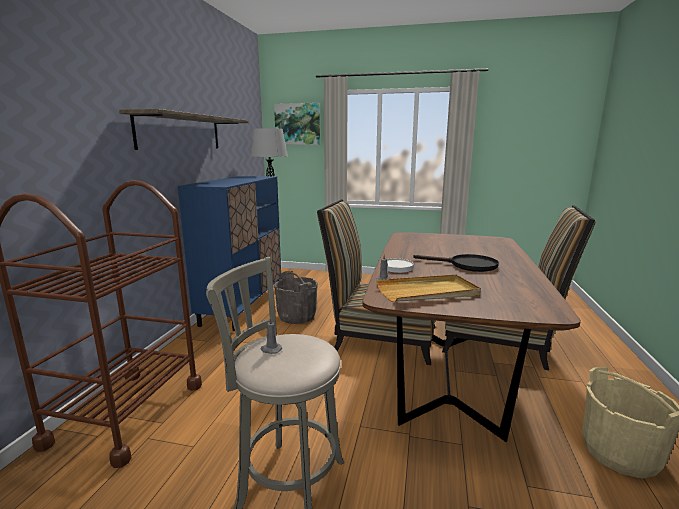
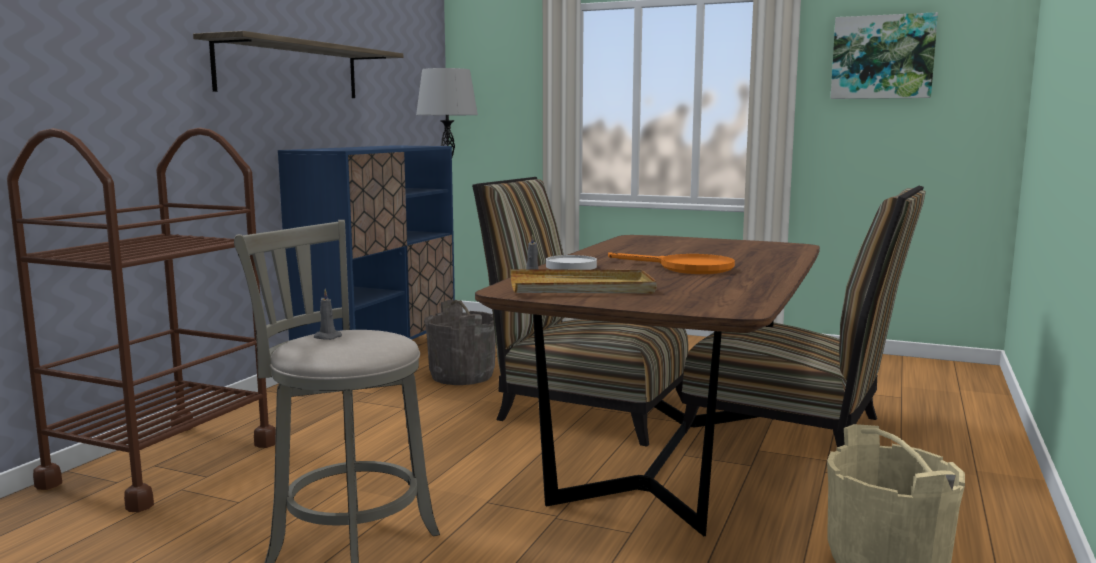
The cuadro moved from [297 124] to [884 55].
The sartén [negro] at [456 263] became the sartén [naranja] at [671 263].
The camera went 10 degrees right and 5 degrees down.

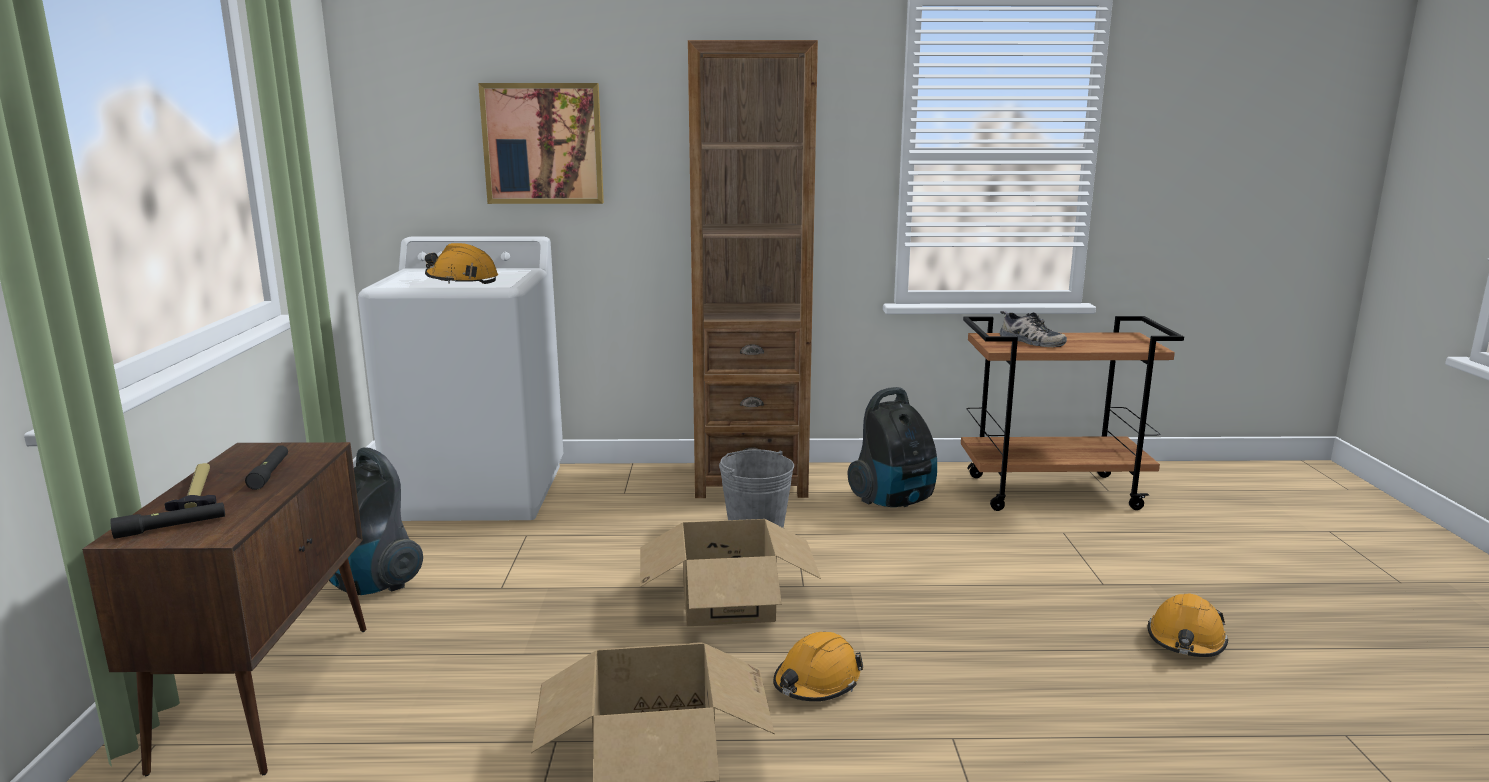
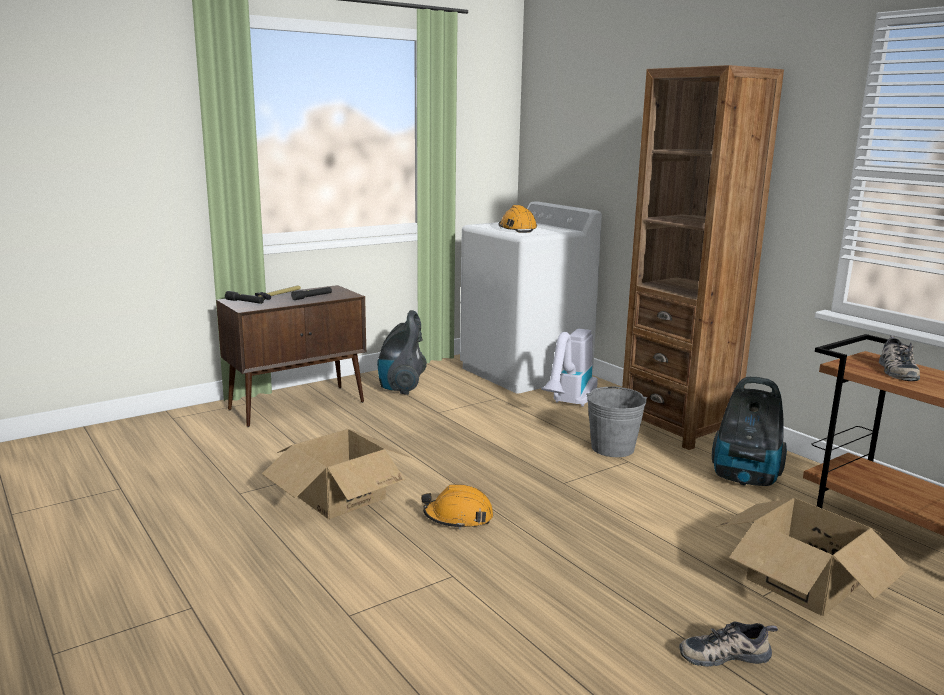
The cuadro at [541 143] disappeared.
The caja de cartón moved from [730 572] to [813 557].
The casco [naranja] at [1187 625] was replaced by the zapato at [728 644].
The aspiradora at [569 368] appeared.
The camera went 55 degrees right and 0 degrees up.

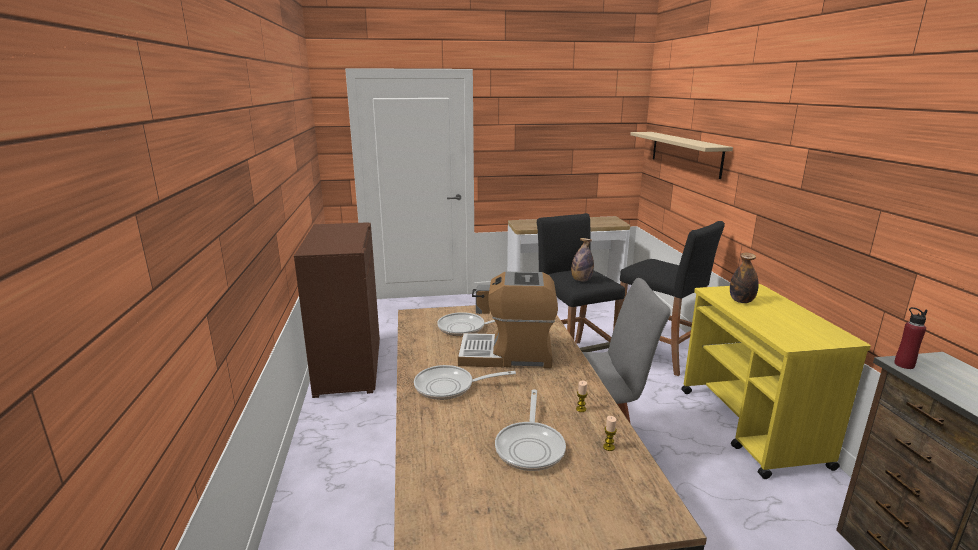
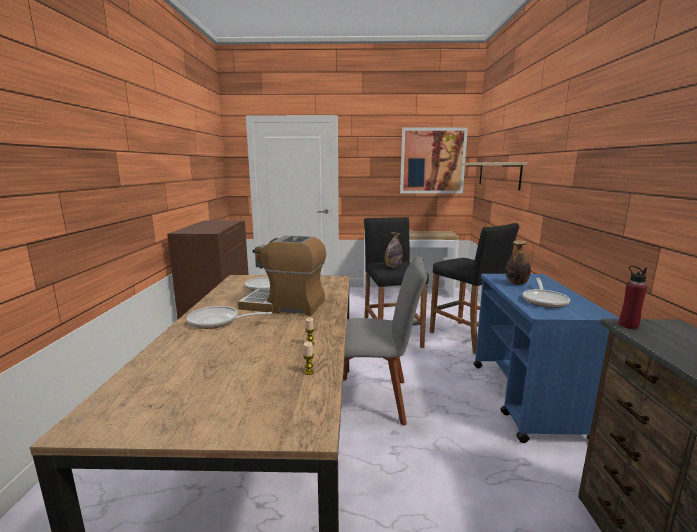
The carrito [amarillo] at [776 381] became the carrito [azul] at [547 358].
The sartén moved from [530 430] to [546 293].
The cuadro at [434 160] appeared.
The camera went 10 degrees right and 5 degrees down.

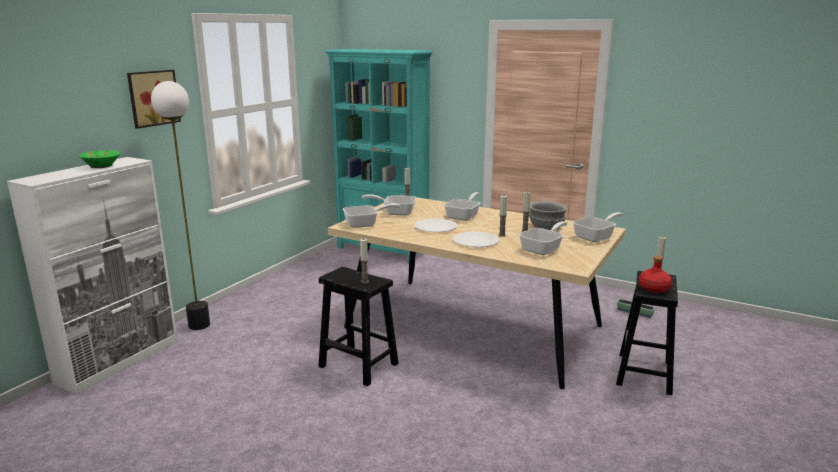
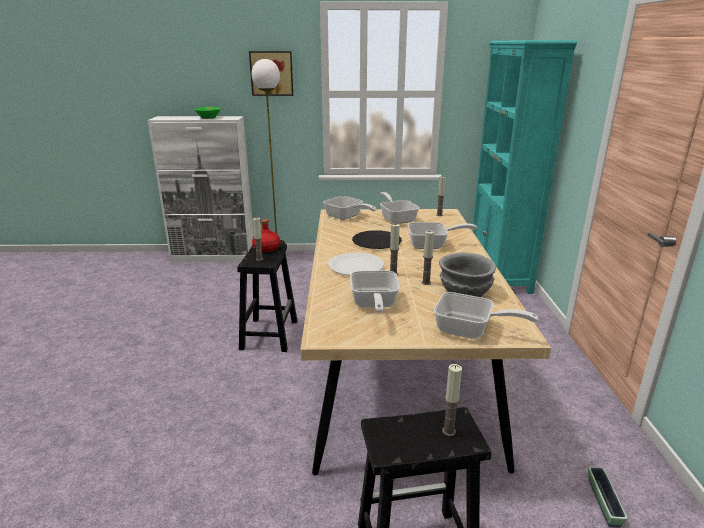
The plato [blanco] at [436 225] became the plato [negro] at [377 239].
The sartén at [543 238] turned 75 degrees clockwise.
The botella [rojo] moved from [655 274] to [266 235].
The camera went 60 degrees right and 5 degrees up.

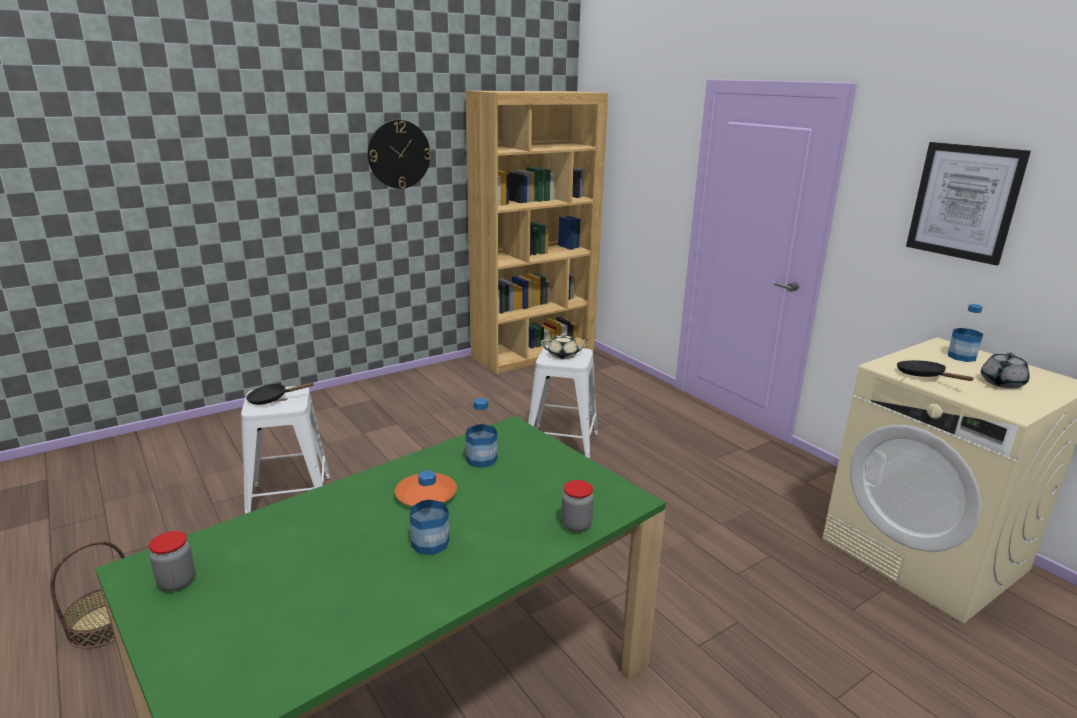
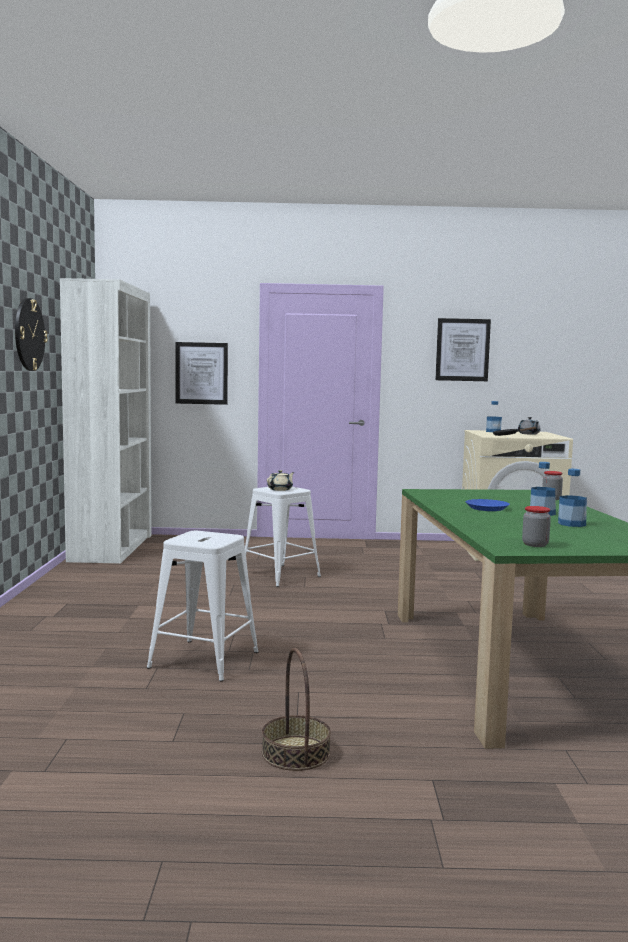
The estantería [marrón] at [537 232] became the estantería [blanco] at [106 421].
The sartén [negro] at [280 393] disappeared.
The botella moved from [482 433] to [572 498].
The plato [naranja] at [426 490] became the plato [azul] at [487 505].
The cuadro at [201 373] appeared.
The camera went 55 degrees left and 15 degrees down.

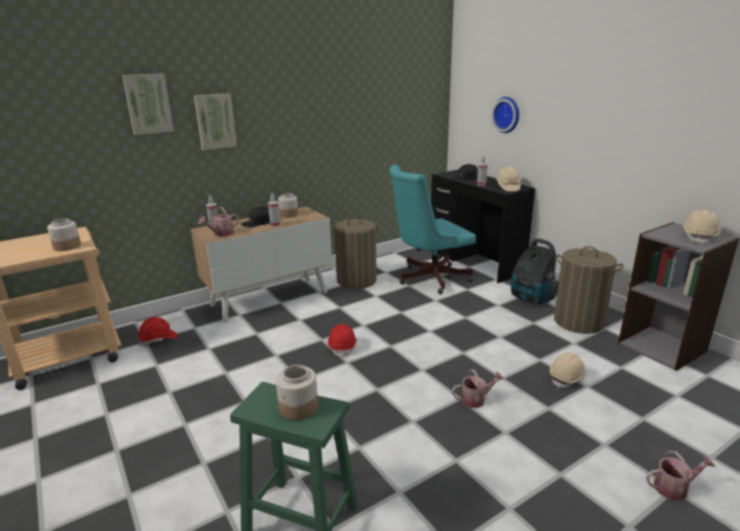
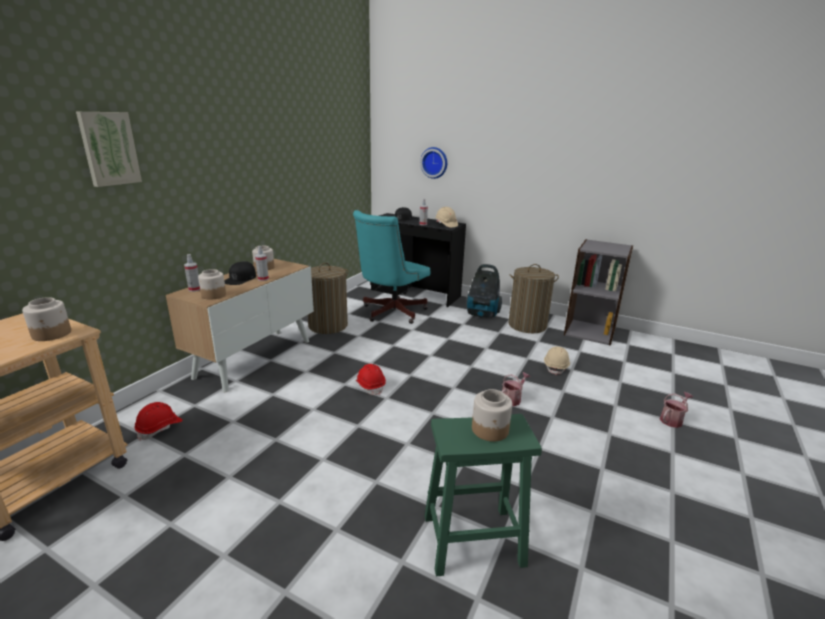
The cuadro at [215 121] disappeared.
The regadera at [218 222] was replaced by the tarro at [212 284].
The casco [beis] at [701 227] disappeared.
The camera went 30 degrees left and 0 degrees up.

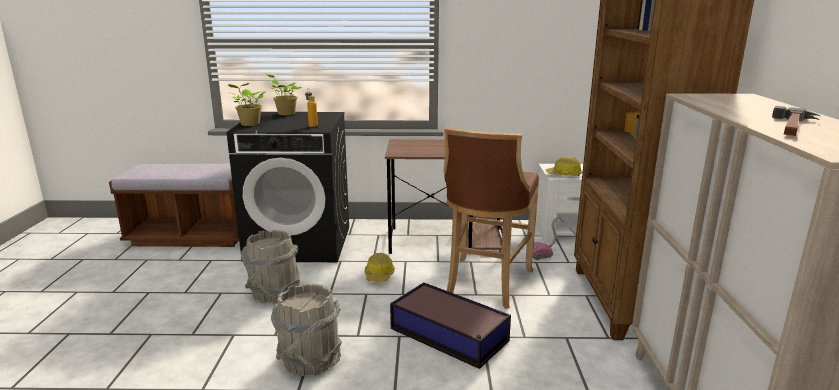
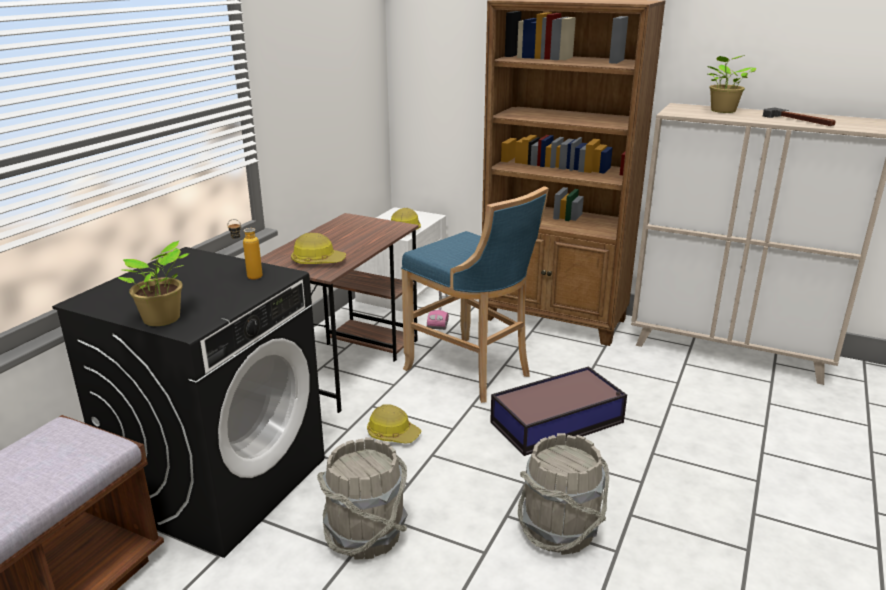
The planta en maceta moved from [283 94] to [731 84].
The taburete [marrón] at [491 218] became the taburete [azul] at [475 294].
The casco at [318 248] appeared.
The camera went 65 degrees left and 5 degrees up.

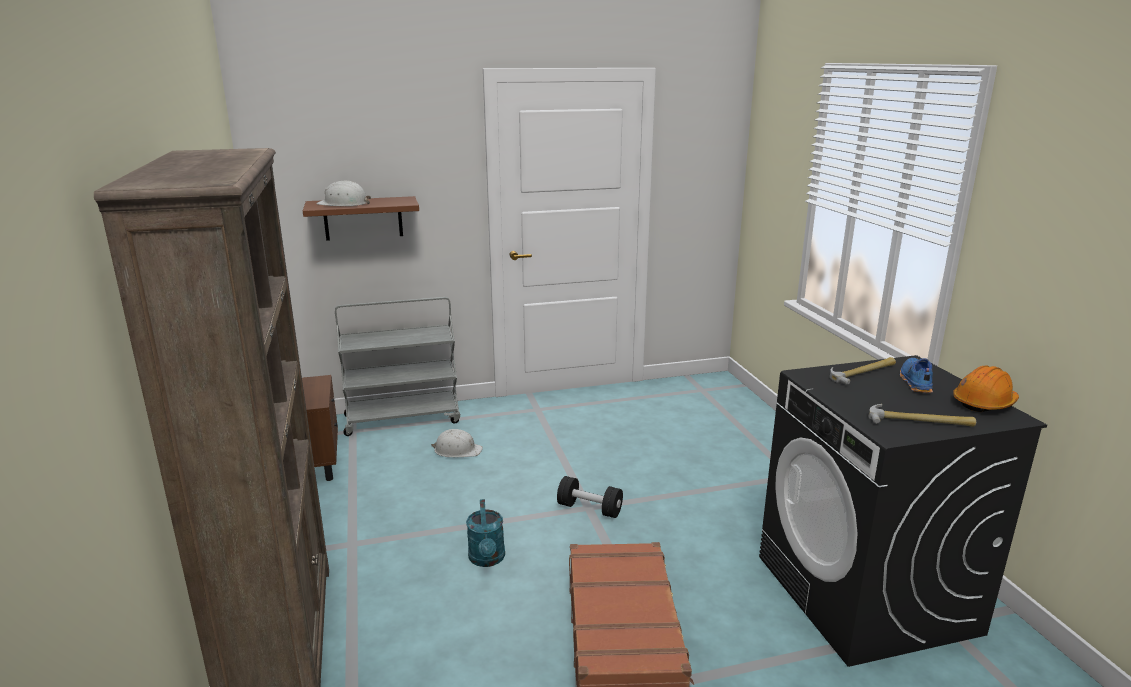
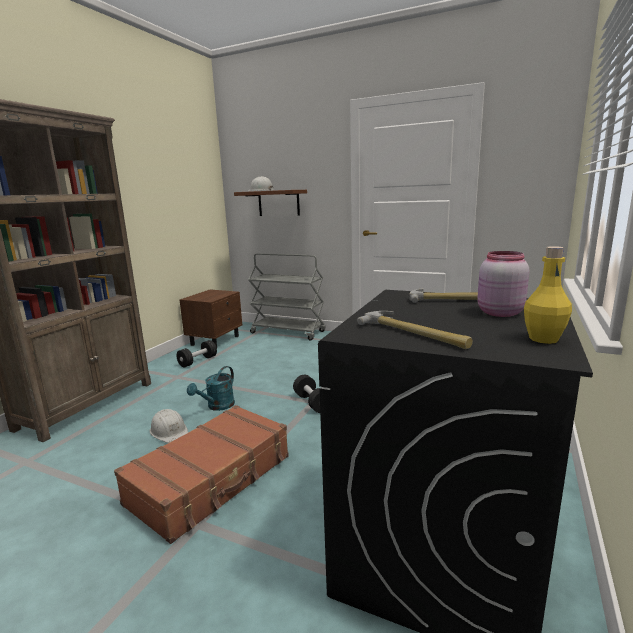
The zapato [azul] at [916 375] was replaced by the tarro [rosa] at [503 284].
The casco [naranja] at [986 389] was replaced by the botella [amarillo] at [548 295].
The casco [blanco] moved from [457 443] to [169 426].
The mancuerna [negro] at [197 354] appeared.
The camera went 40 degrees right and 5 degrees down.

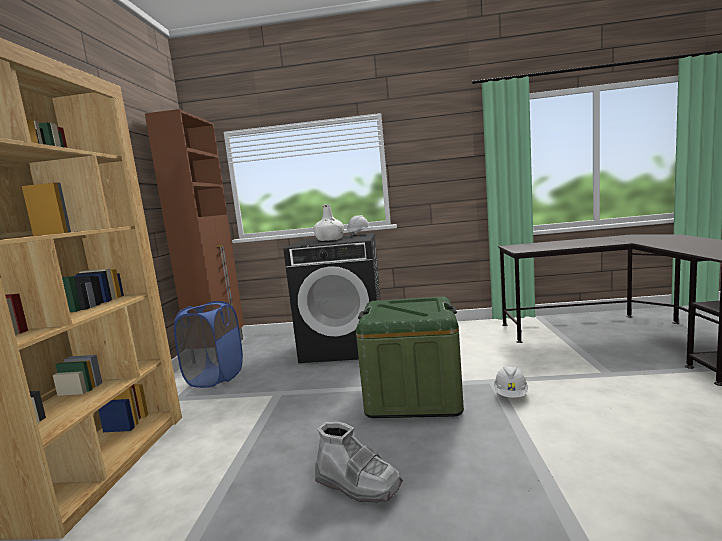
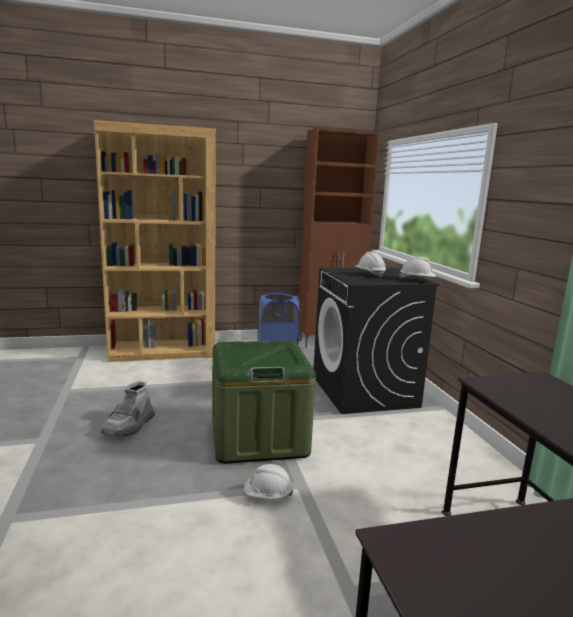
The botella [blanco] at [329 222] was replaced by the casco [blanco] at [370 264].
The camera went 70 degrees right and 5 degrees up.

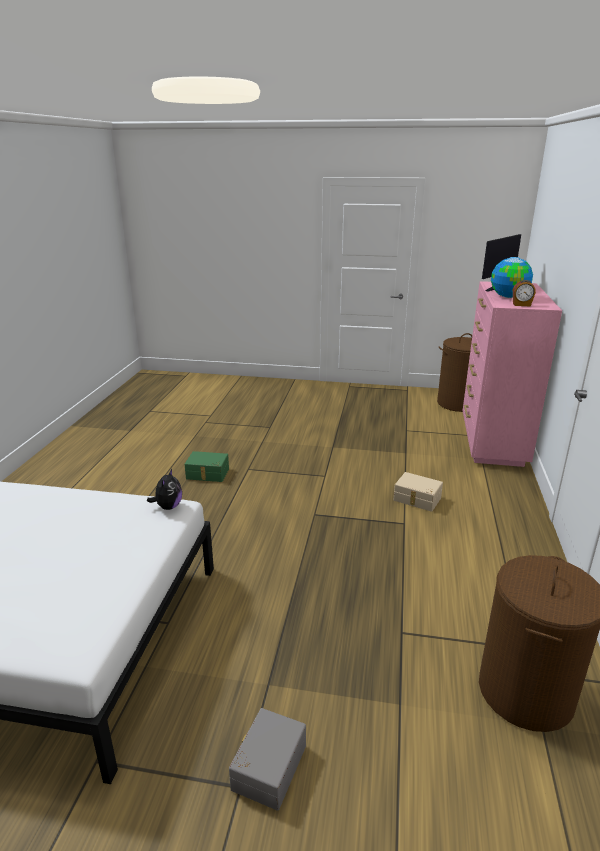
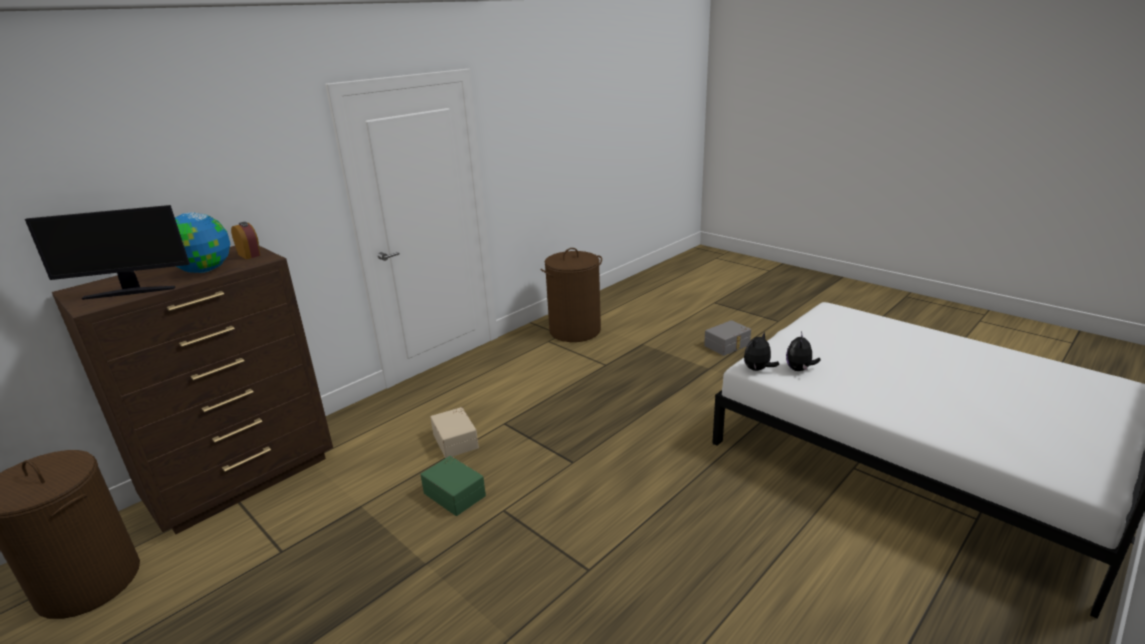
The cómoda [rosa] at [512 374] became the cómoda [marrón] at [192 390].
The caja de almacenaje [verde] moved from [207 466] to [453 486].
The peluche at [803 351] appeared.
The camera went 145 degrees left and 0 degrees up.

